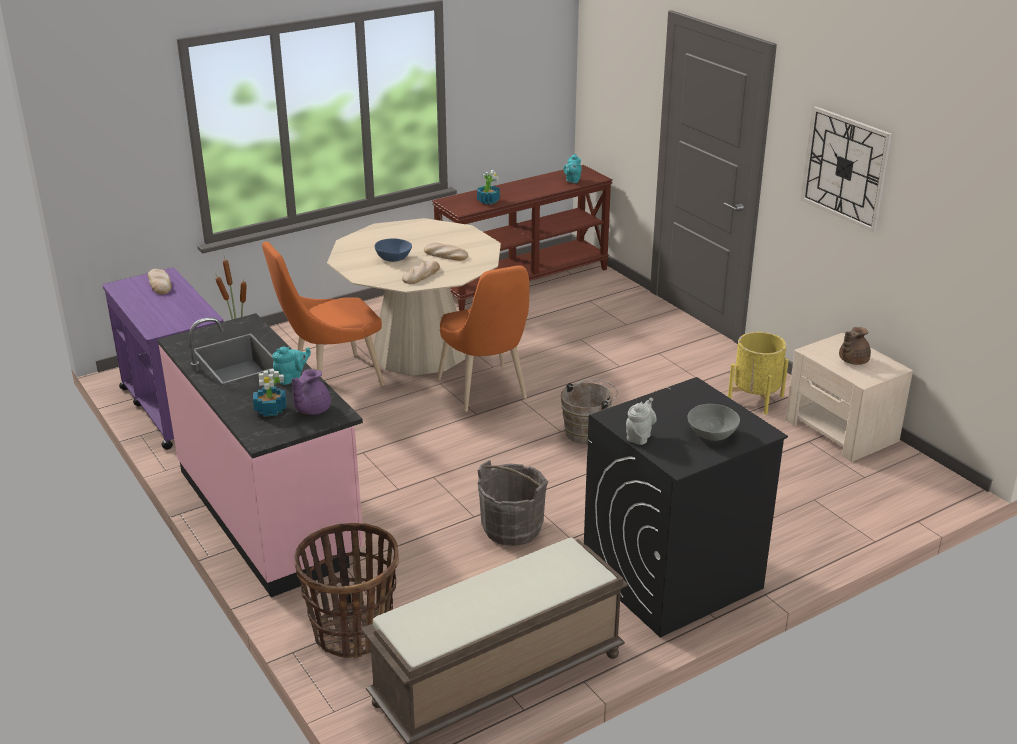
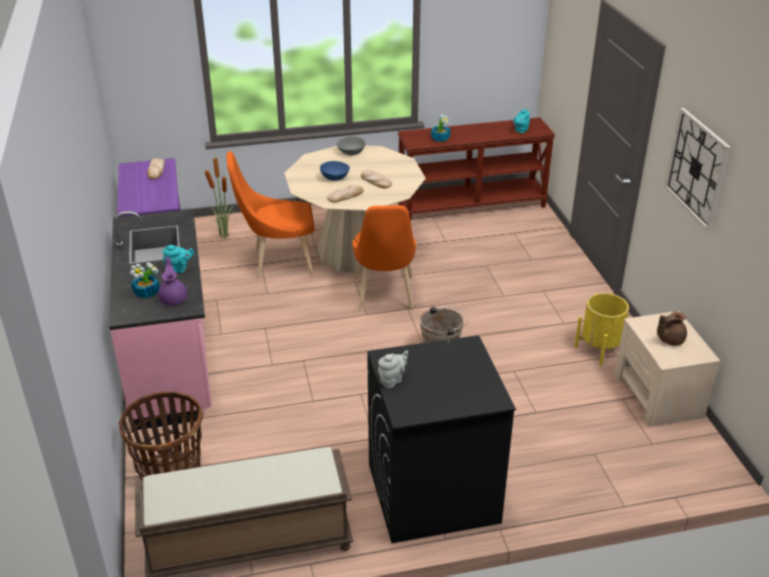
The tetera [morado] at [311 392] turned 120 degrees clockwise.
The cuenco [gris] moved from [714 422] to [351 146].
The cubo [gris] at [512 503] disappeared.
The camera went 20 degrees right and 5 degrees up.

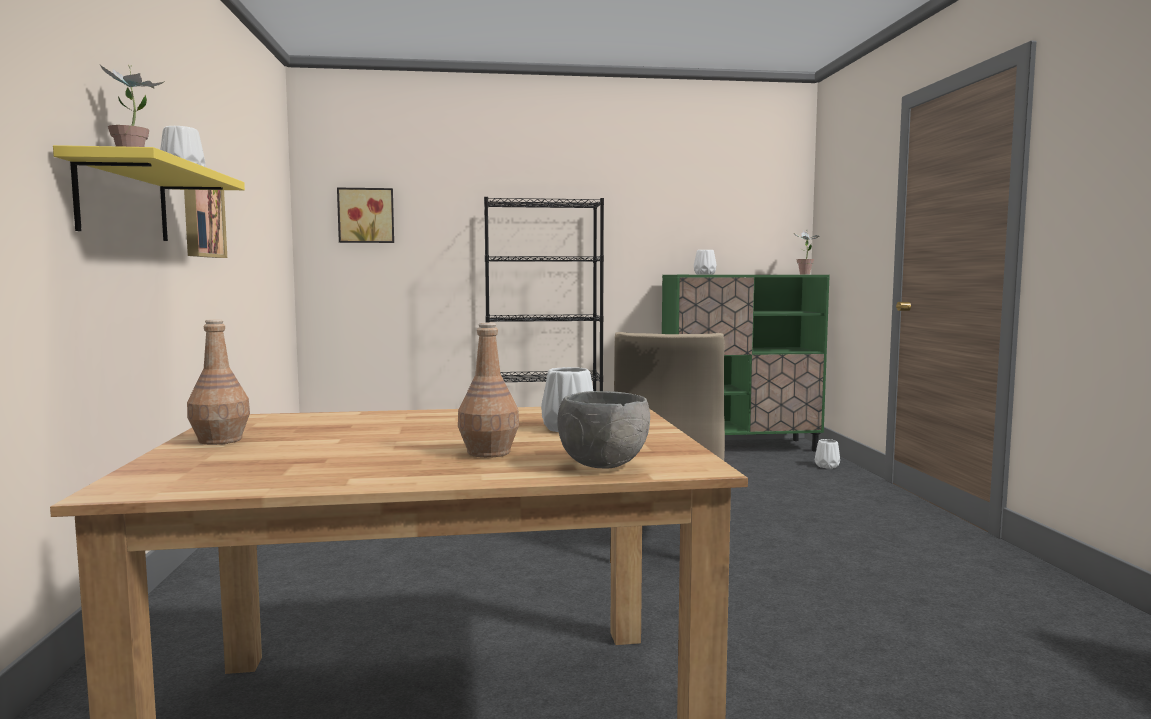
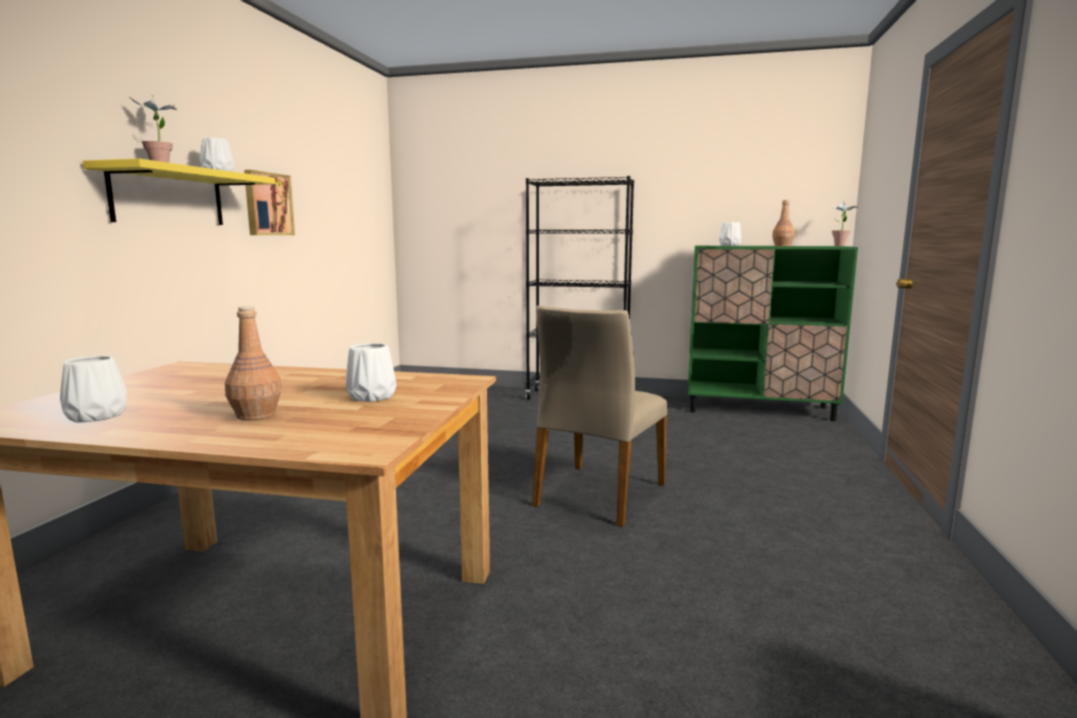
The cuadro at [365 215] disappeared.
The botella [marrón] moved from [218 382] to [783 223].
The cuenco [gris] at [603 430] disappeared.
The florero [blanco] moved from [827 454] to [93 389].
The camera went 20 degrees right and 5 degrees up.

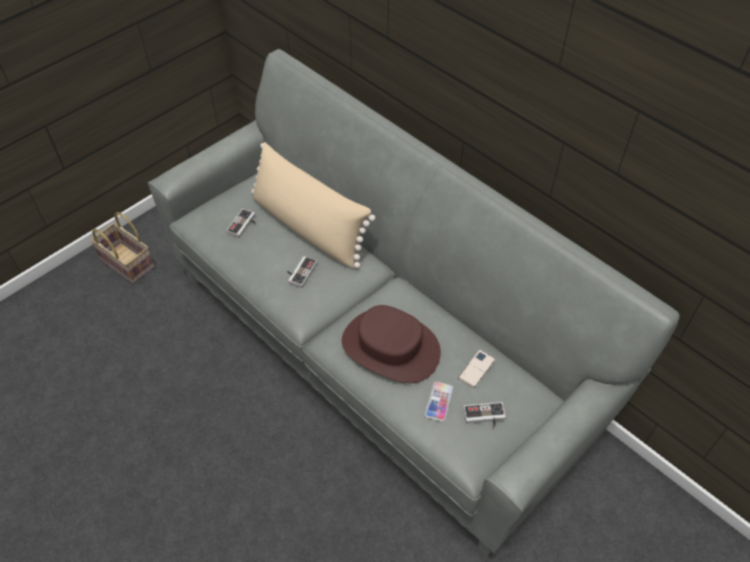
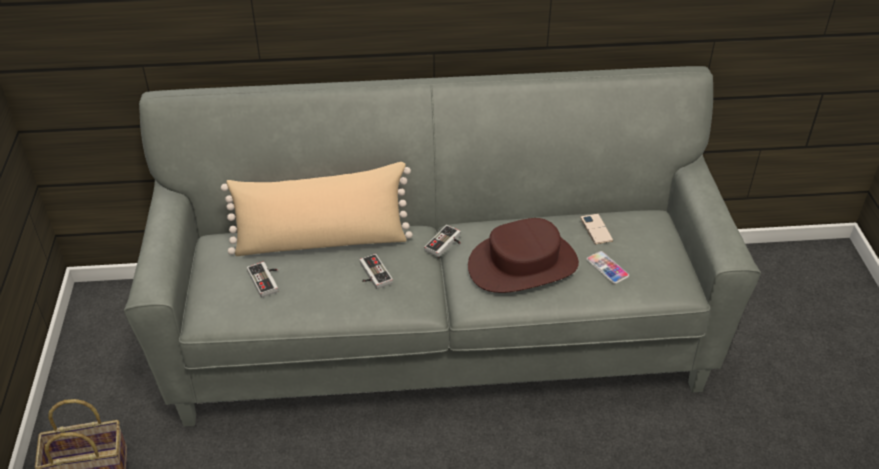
The mando de consola moved from [484 415] to [442 241].
The camera went 50 degrees left and 10 degrees down.

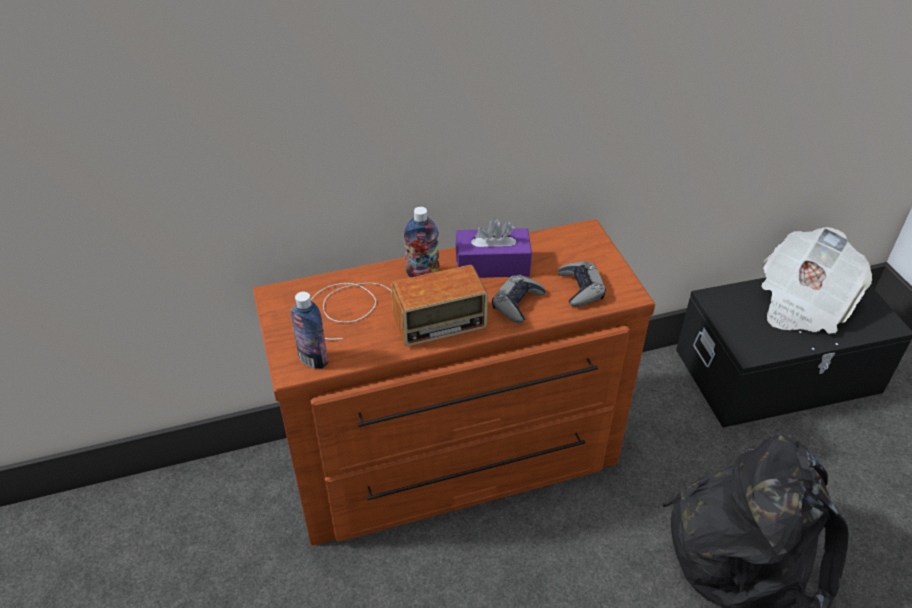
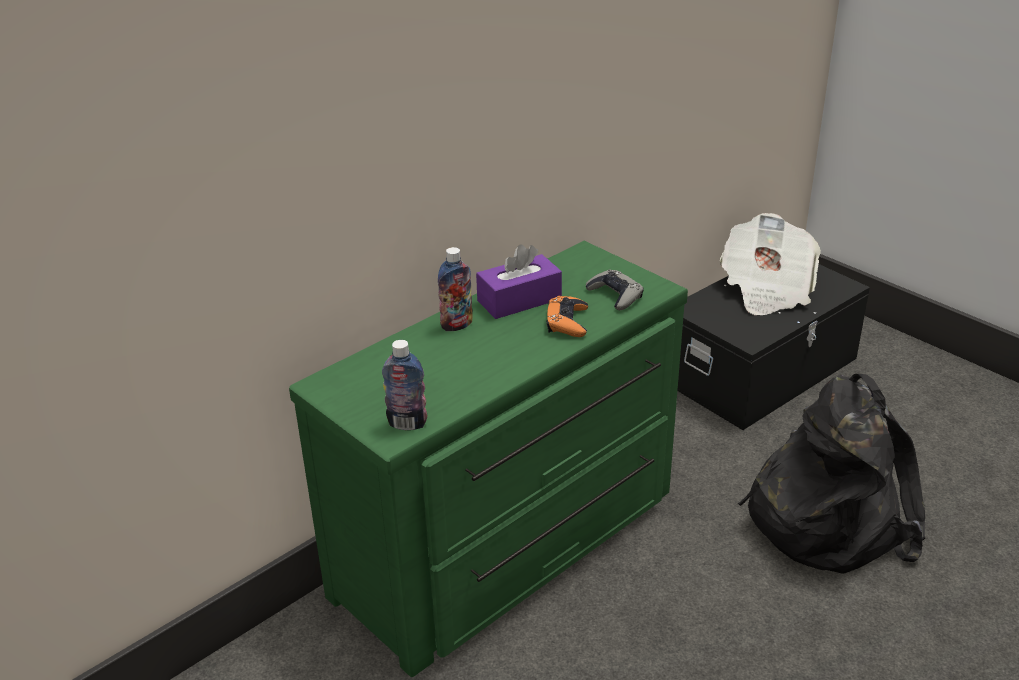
The cómoda [marrón] at [454 382] became the cómoda [verde] at [488 459].
The radio at [399 305] disappeared.
The mando de consola [gris] at [519 299] became the mando de consola [naranja] at [567 316].
The camera went 25 degrees left and 10 degrees down.

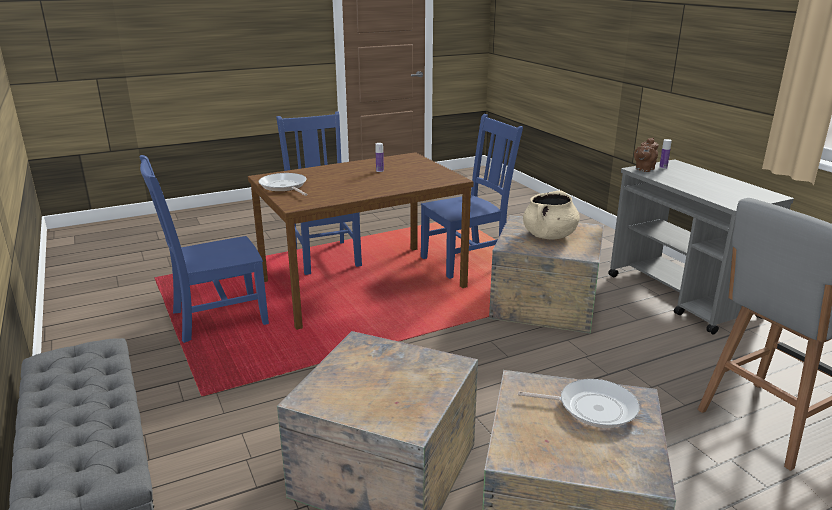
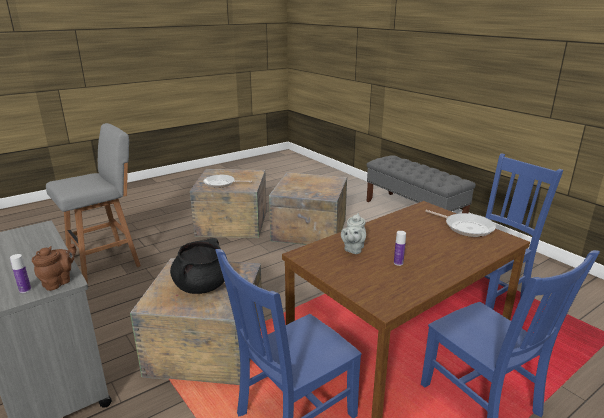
The olla [beis] at [551 215] became the olla [negro] at [197 266].
The tetera [gris] at [353 233] appeared.
The camera went 170 degrees right and 0 degrees up.

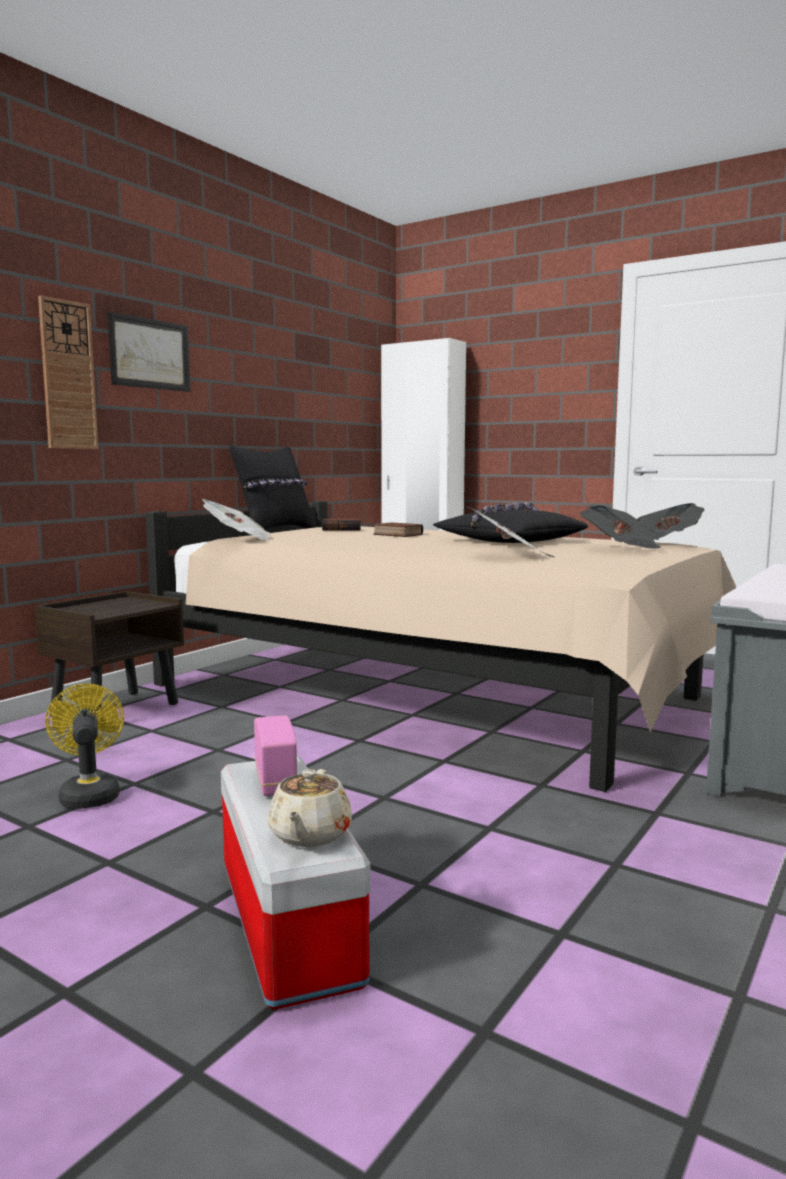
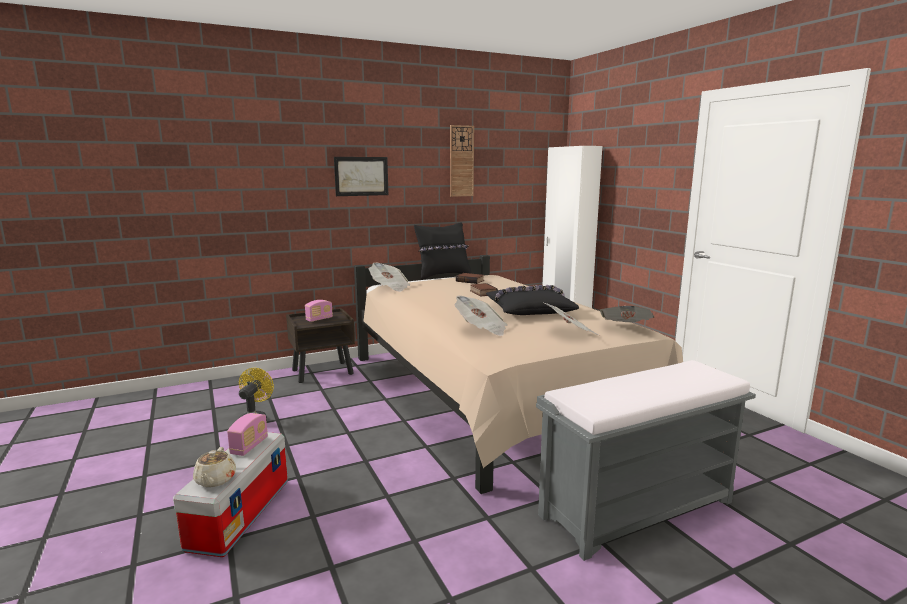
The reloj de pared moved from [68 372] to [462 161].
The tetera [beis] at [310 808] turned 45 degrees counterclockwise.
The radio at [319 311] appeared.
The camera went 30 degrees right and 5 degrees up.

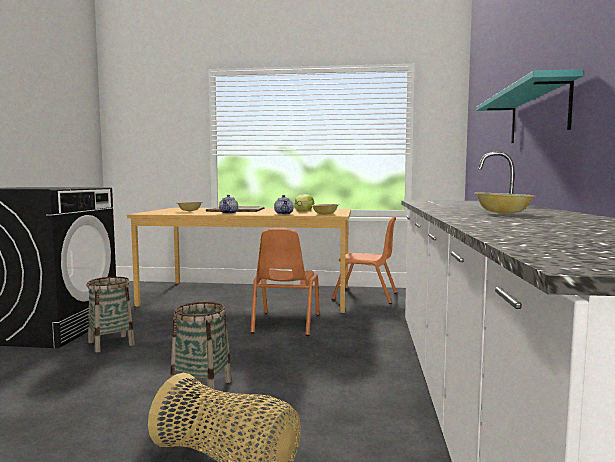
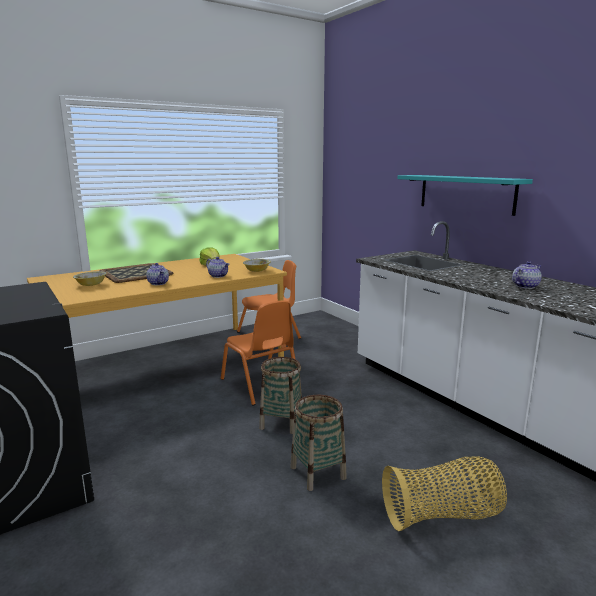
The cuenco at [505 203] was replaced by the tetera at [527 275].
The cesta moved from [111 314] to [280 395].
The camera went 40 degrees left and 10 degrees up.

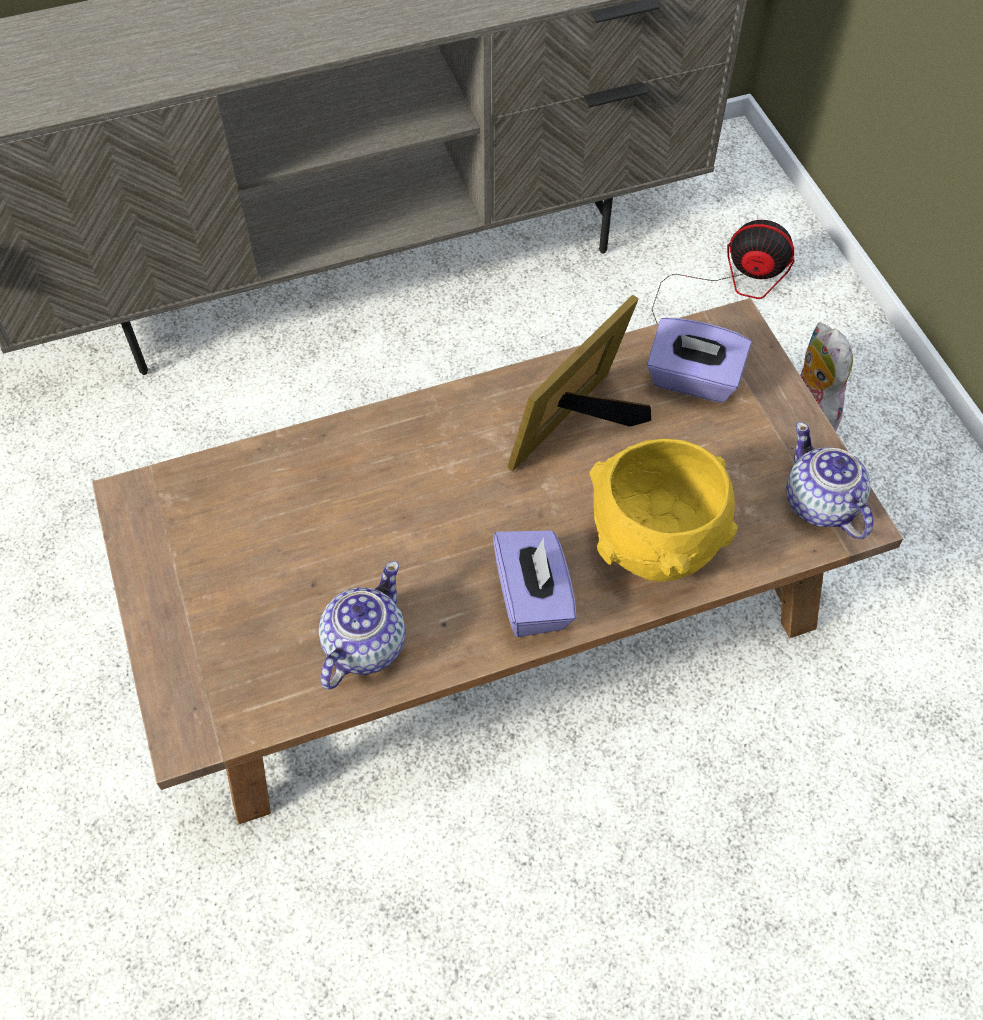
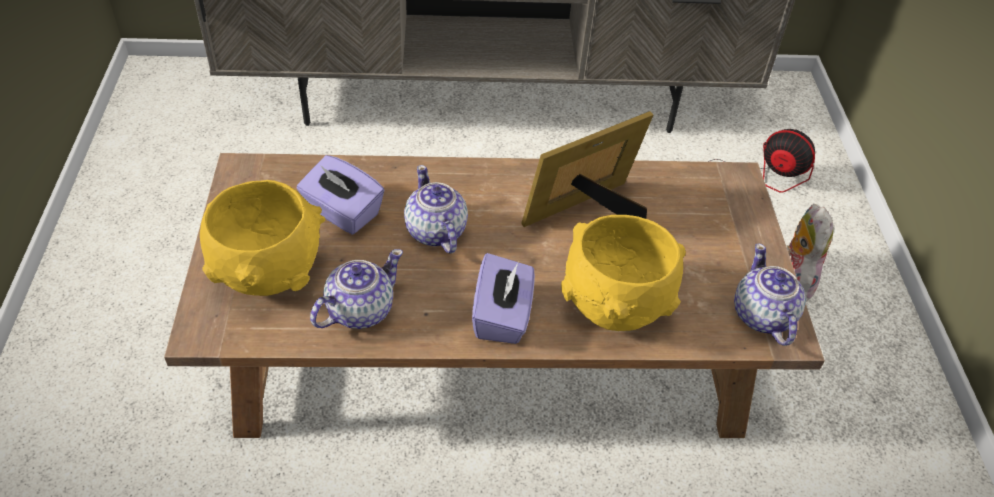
The caja de pañuelos [morado] moved from [699 360] to [340 194].
The tetera at [436 209] appeared.
The cuenco [amarillo] at [262 238] appeared.
The camera went 15 degrees right and 10 degrees down.

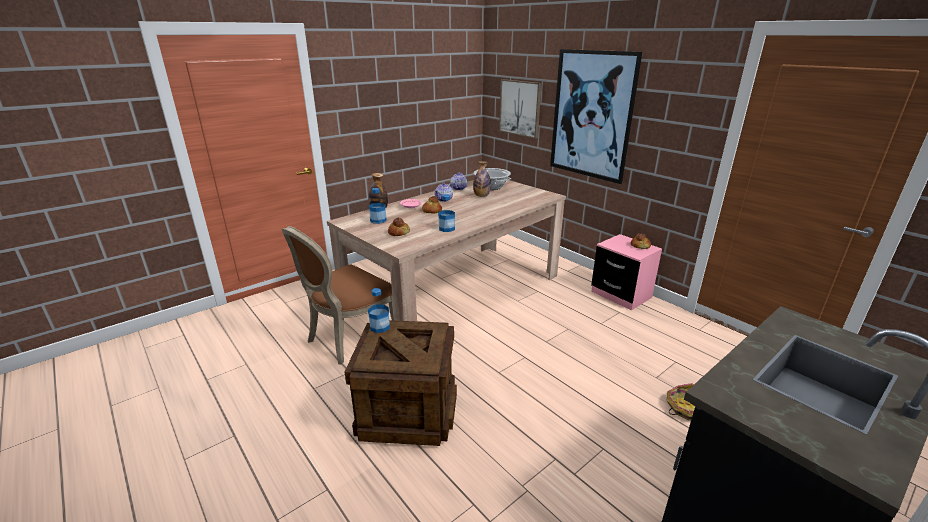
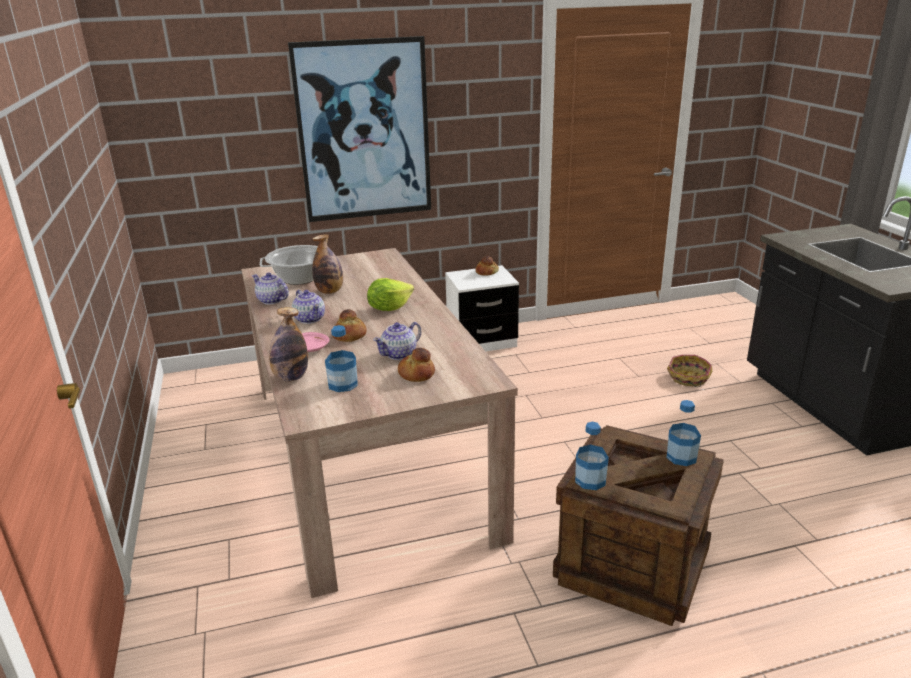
The cuadro at [520 109] disappeared.
The botella moved from [446 213] to [684 433].
The silla [marrón] at [338 295] disappeared.
The mesita de noche [rosa] at [626 272] became the mesita de noche [blanco] at [482 308].
The lechuga at [390 294] appeared.
The tetera at [397 341] appeared.
The camera went 65 degrees left and 0 degrees up.

